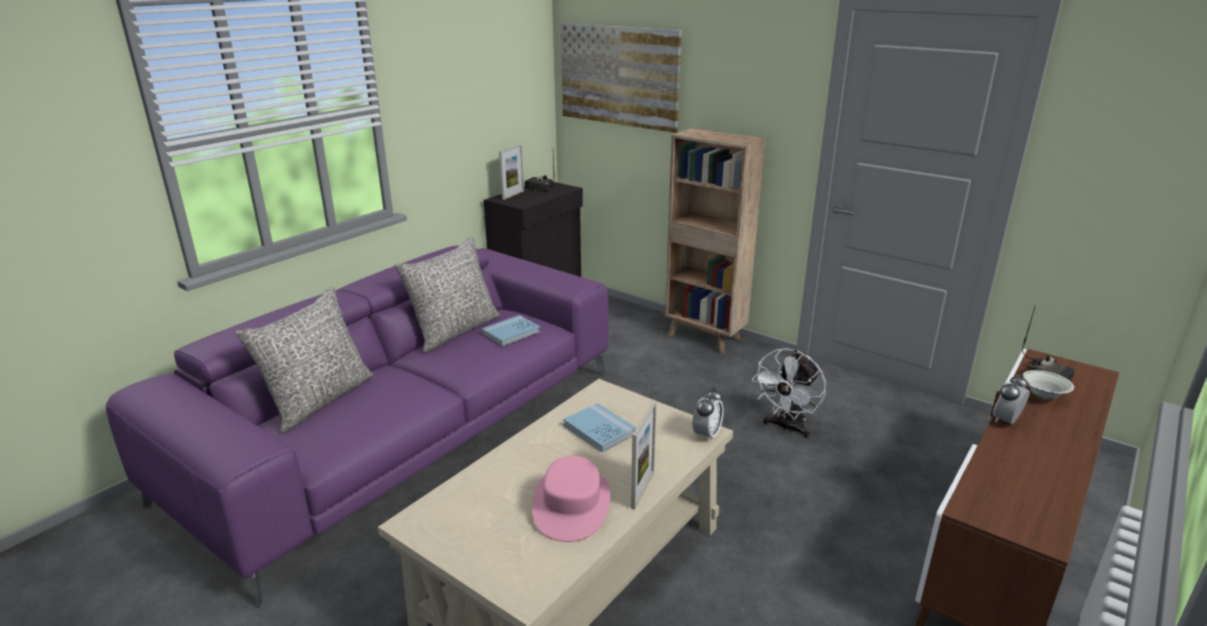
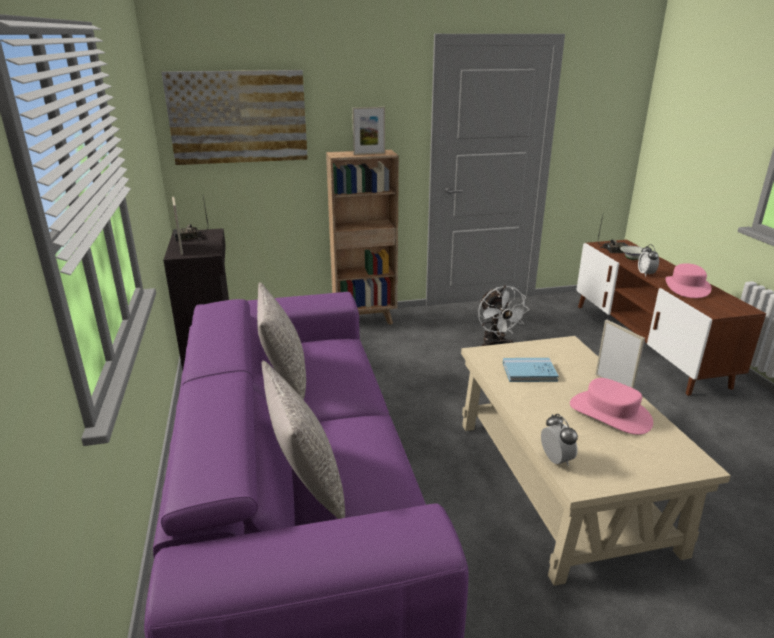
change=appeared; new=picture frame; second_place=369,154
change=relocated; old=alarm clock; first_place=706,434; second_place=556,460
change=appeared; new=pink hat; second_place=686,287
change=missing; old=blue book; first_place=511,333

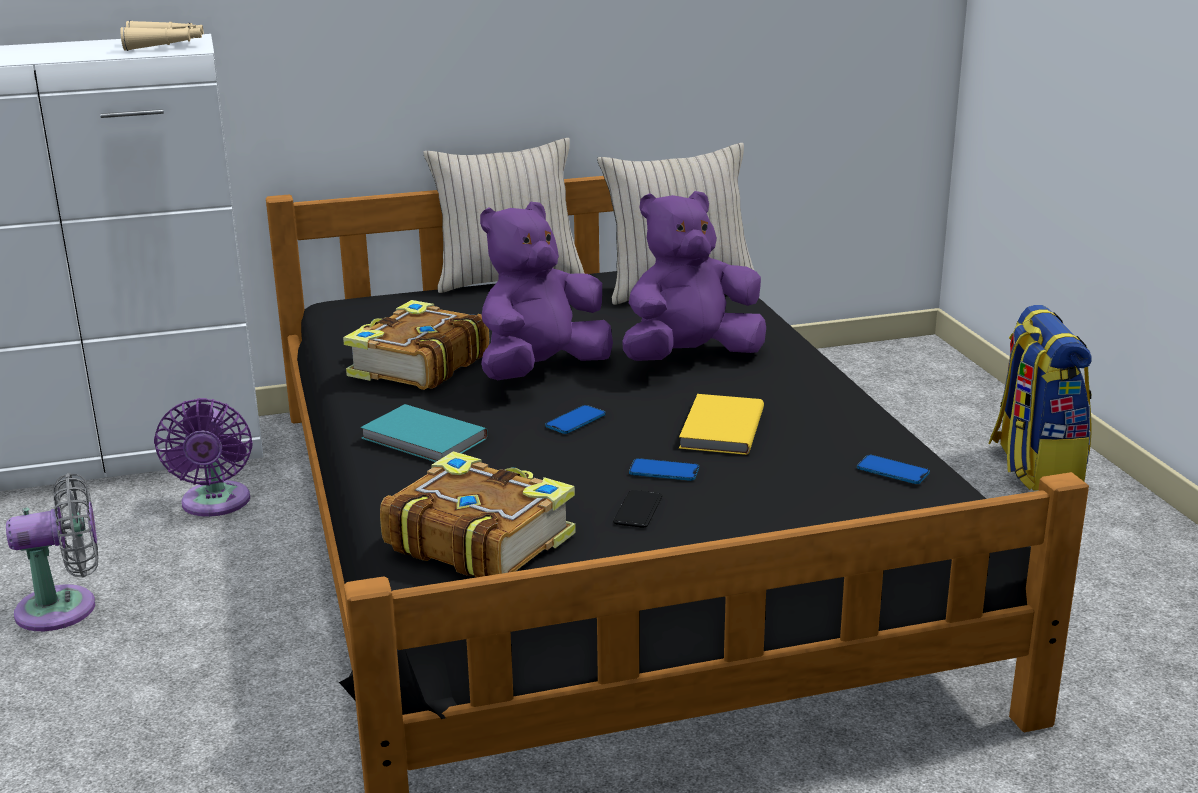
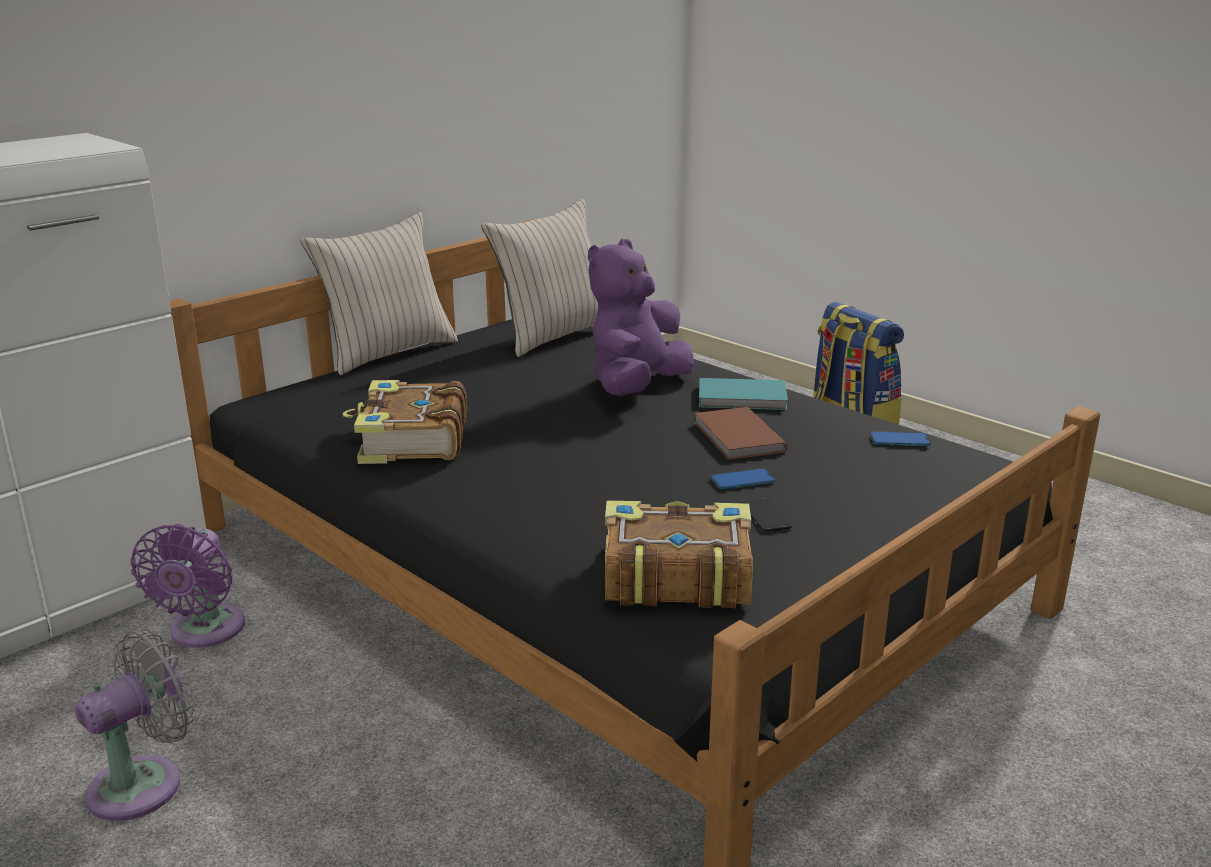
change=spun; old=purple fan; first_place=215,504; second_place=204,632; degrees=45
change=colour; old=yellow book; new=brown book; first_place=719,429; second_place=737,438
change=relocated; old=turquoise book; first_place=423,439; second_place=743,398
change=missing; old=beige binoculars; first_place=165,45
change=missing; old=purple plush toy; first_place=541,371
change=missing; old=phone; first_place=575,421

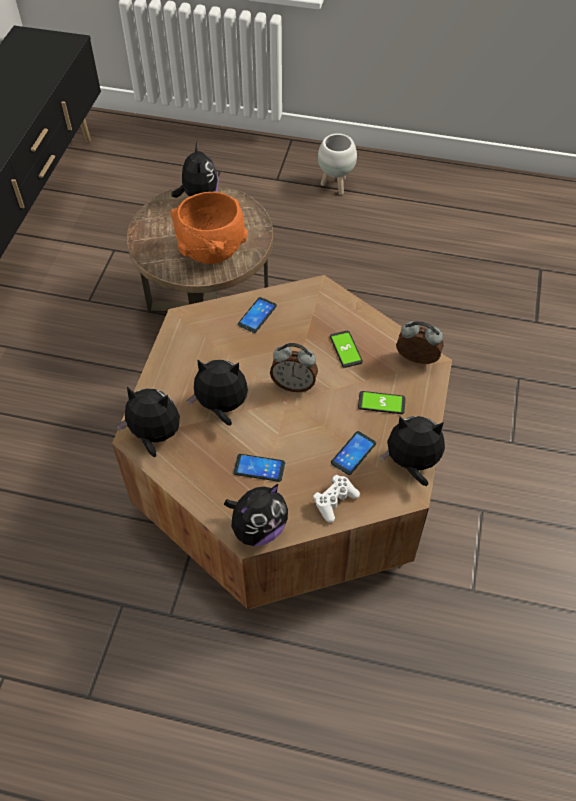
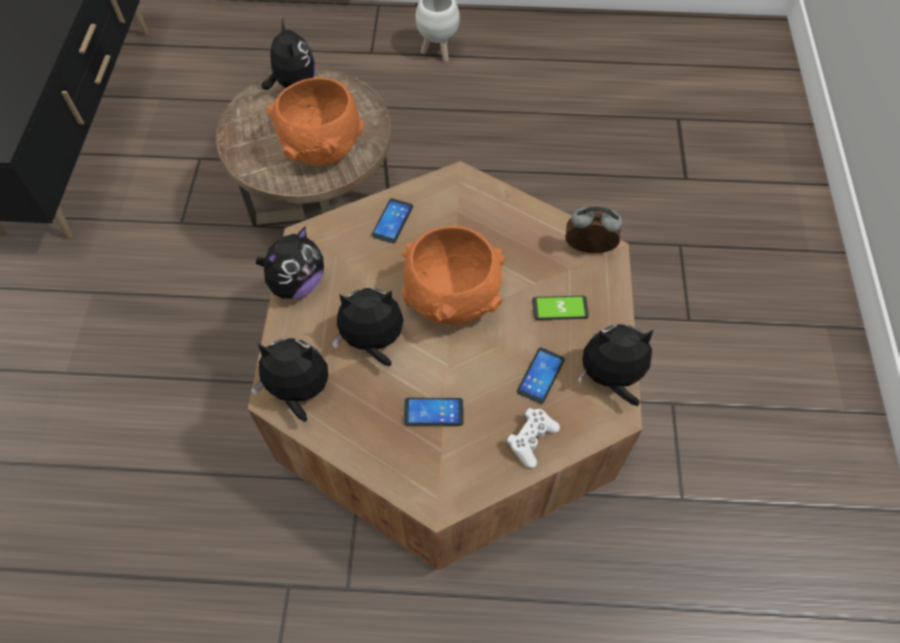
change=relocated; old=plush toy; first_place=258,528; second_place=296,284
change=exchanged; old=alarm clock; new=orange bowl; first_place=294,384; second_place=453,300
change=missing; old=phone; first_place=346,349

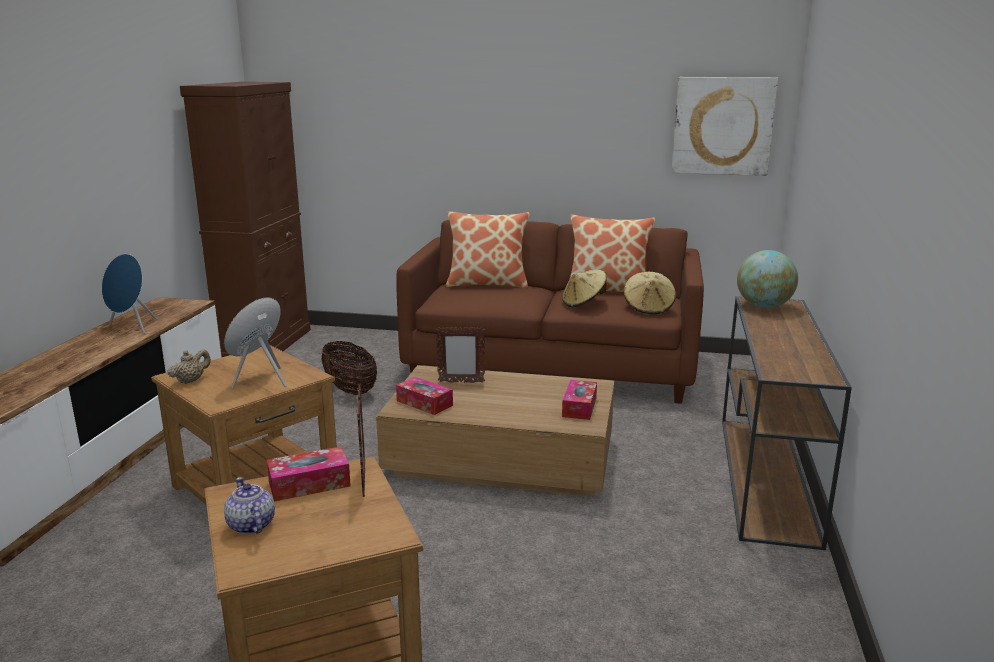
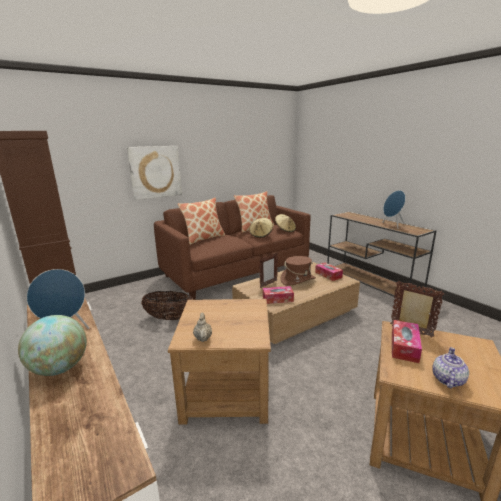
change=relocated; old=globe; first_place=763,306; second_place=60,368
change=relocated; old=picture; first_place=722,126; second_place=155,172
change=appeared; new=brown hat; second_place=298,280
change=relocated; old=blue speaker; first_place=261,380; second_place=392,225
change=spun; old=teapot; first_place=251,526; second_place=447,379; degrees=105

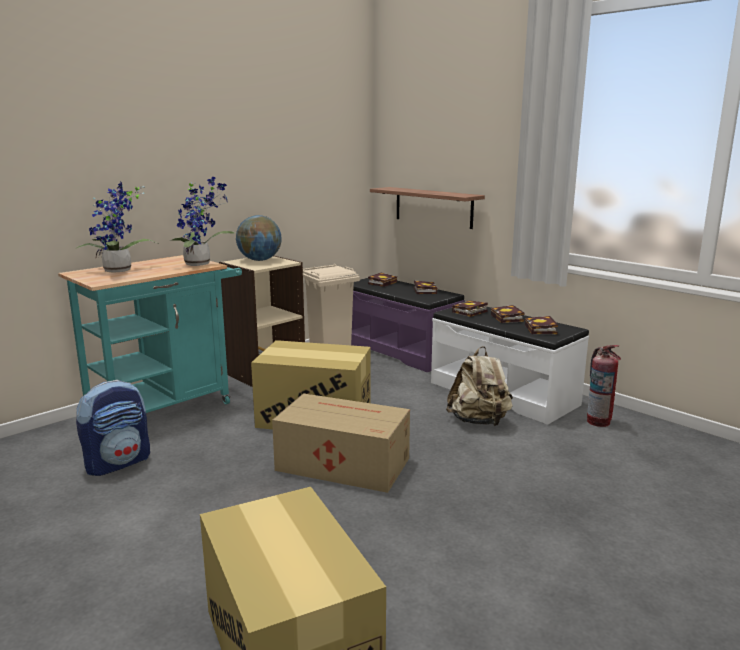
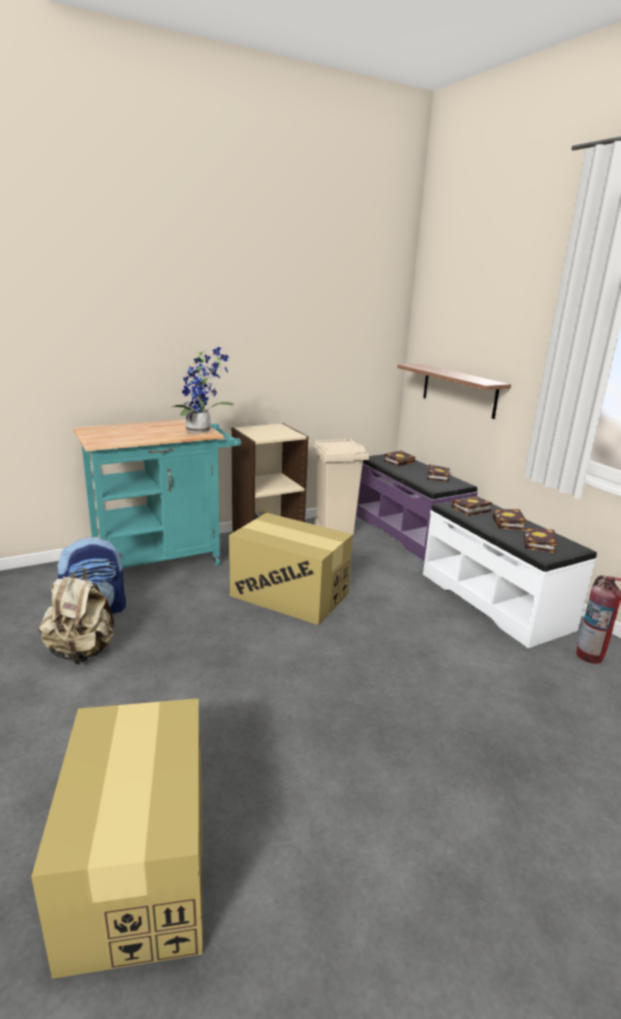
change=relocated; old=beige backpack; first_place=479,421; second_place=82,652
change=missing; old=potted plant; first_place=119,271
change=missing; old=globe; first_place=259,260
change=missing; old=cardboard box; first_place=341,463

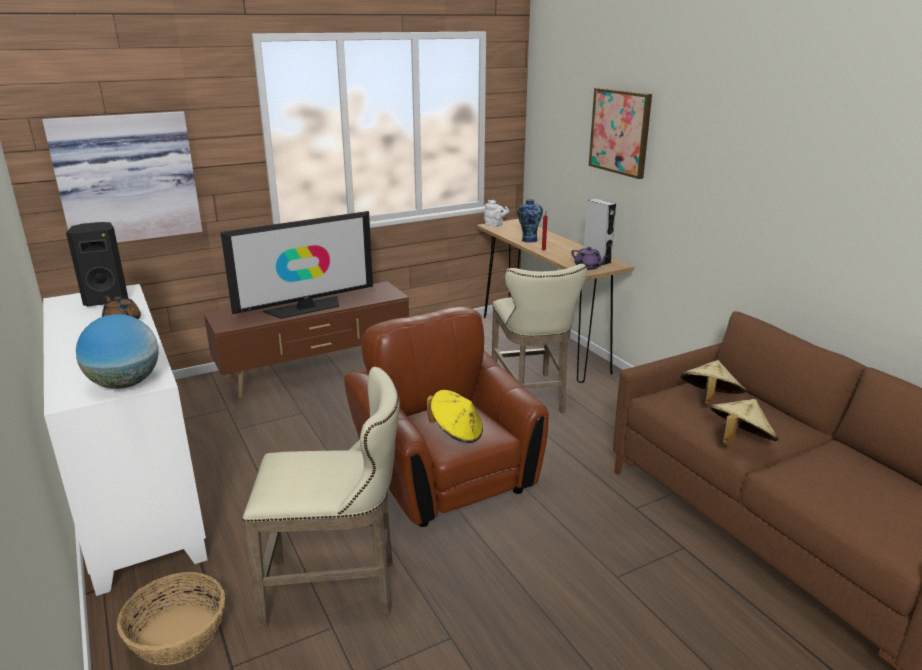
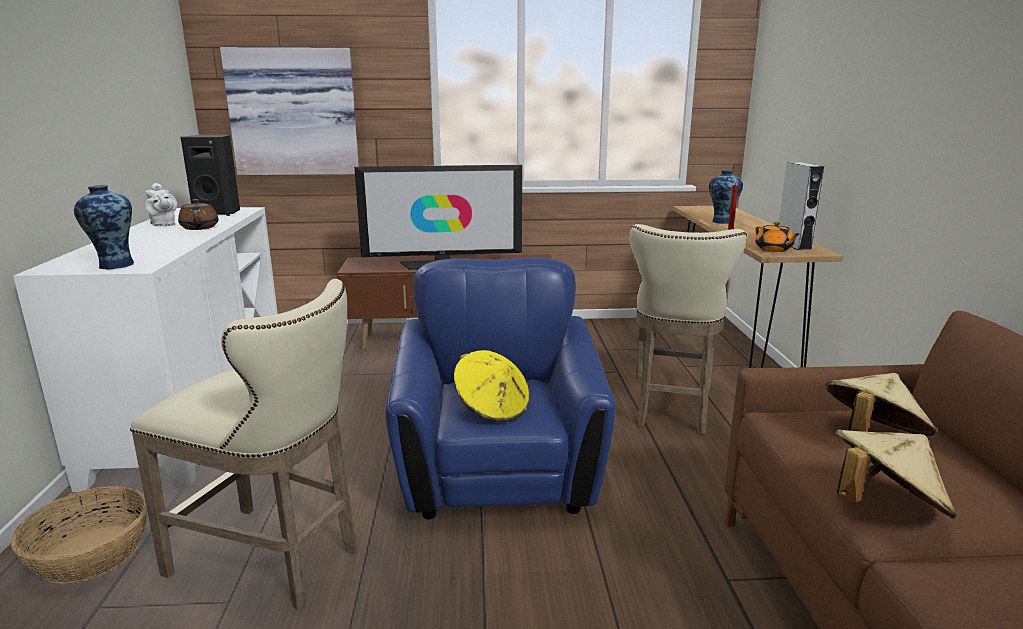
change=exchanged; old=globe; new=vase; first_place=125,384; second_place=115,265
change=relocated; old=white teapot; first_place=495,225; second_place=163,225
change=colour; old=brown armchair; new=blue armchair; first_place=445,476; second_place=498,470
change=colour; old=purple teapot; new=orange teapot; first_place=588,267; second_place=773,249
change=missing; old=picture; first_place=620,132

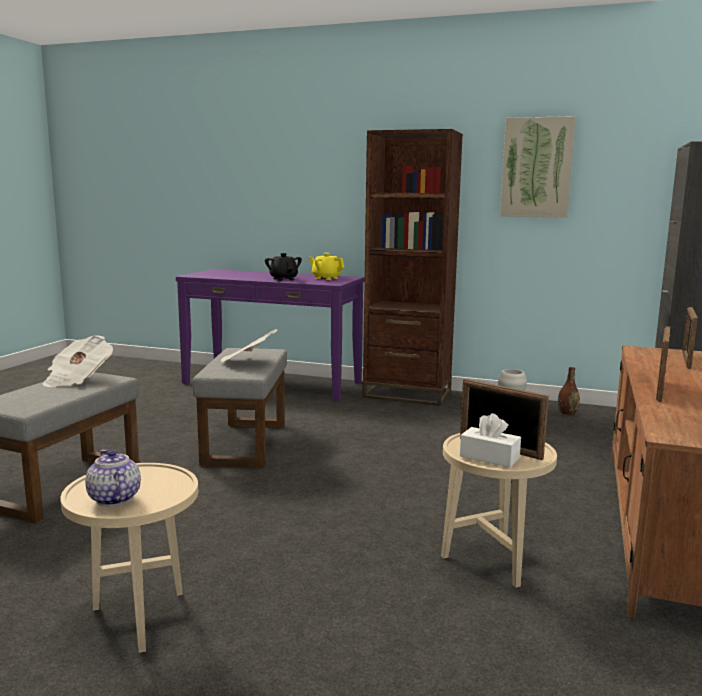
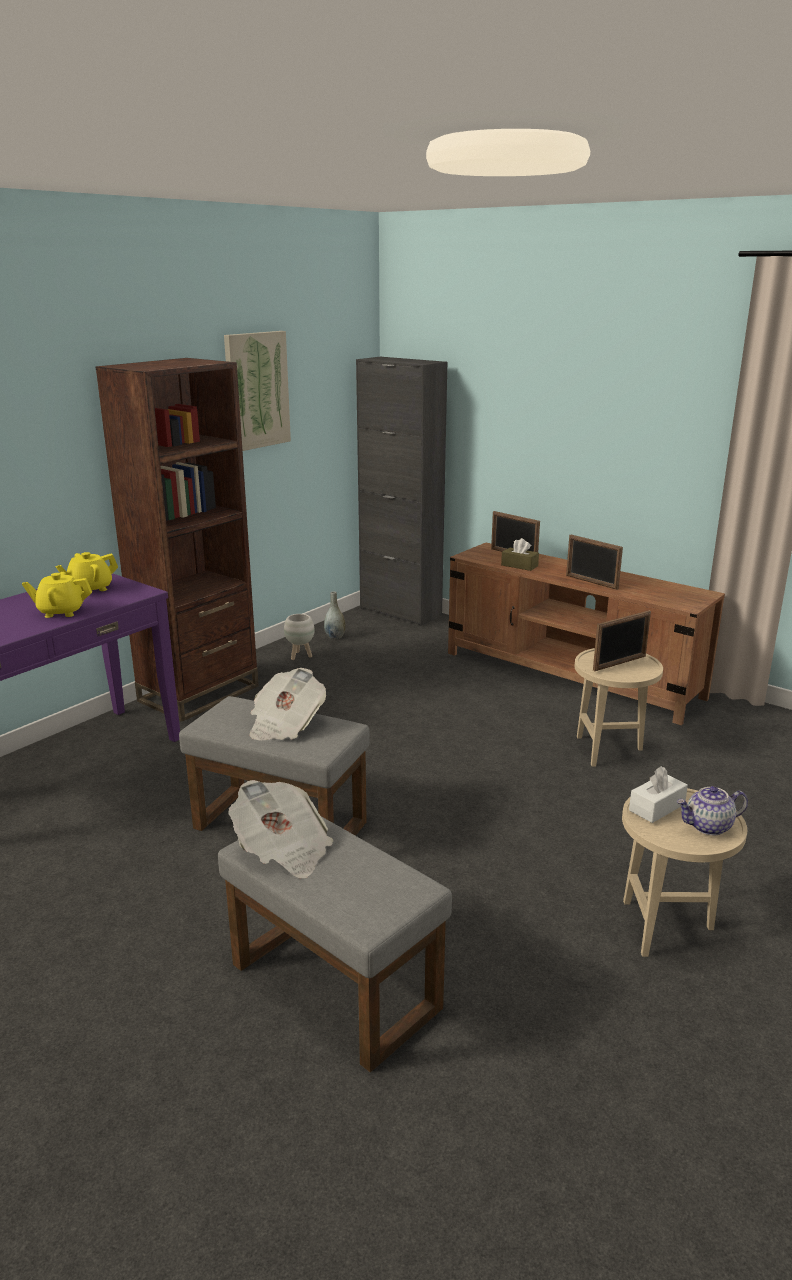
change=colour; old=black teapot; new=yellow teapot; first_place=283,279; second_place=61,612
change=colour; old=brown vase; new=grey vase; first_place=567,413; second_place=335,637
change=appeared; new=brown tissue box; second_place=519,565
change=relocated; old=white tissue box; first_place=489,457; second_place=657,807

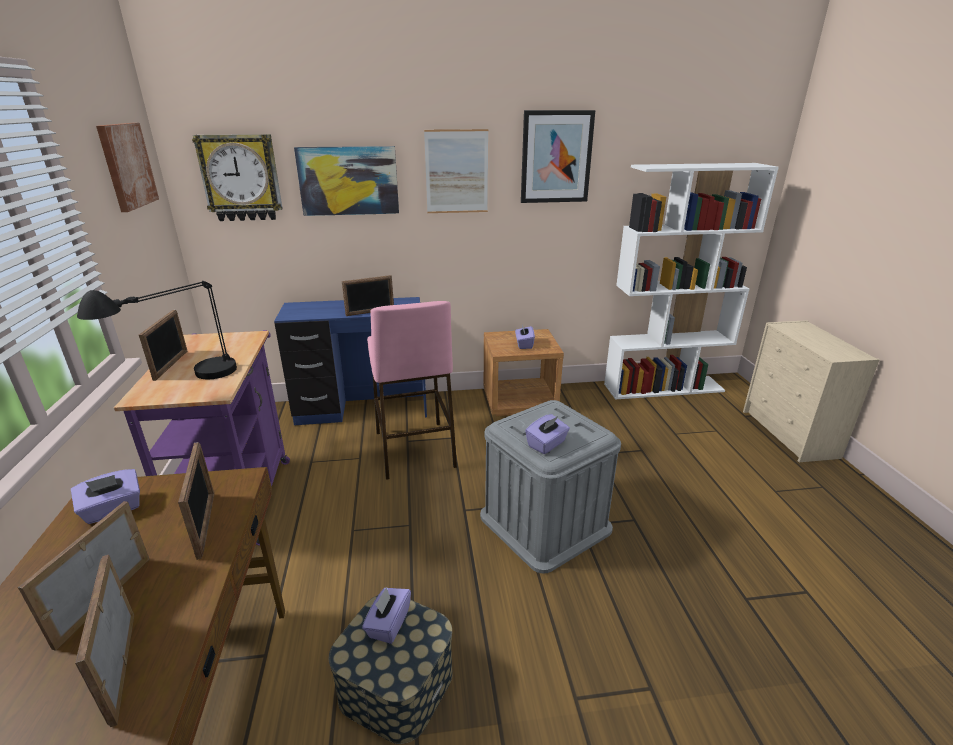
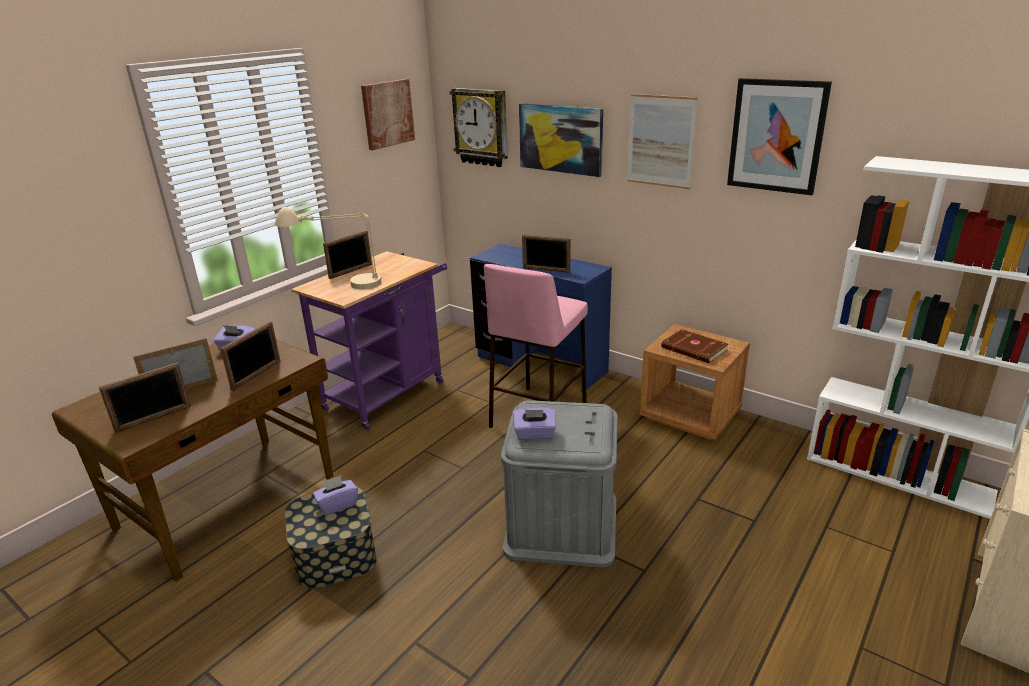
change=spun; old=picture frame; first_place=122,666; second_place=154,419; degrees=-150
change=colour; old=black table lamp; new=beige table lamp; first_place=182,383; second_place=338,285
change=exchanged; old=purple tissue box; new=brown book; first_place=524,344; second_place=694,349

